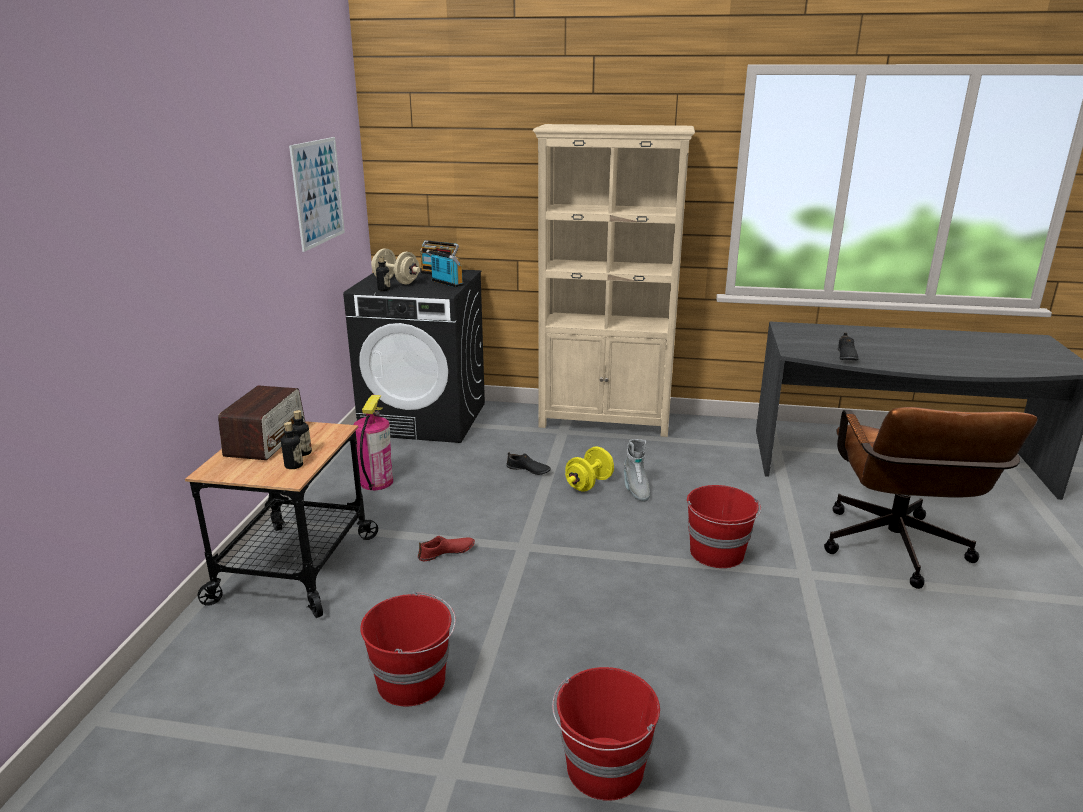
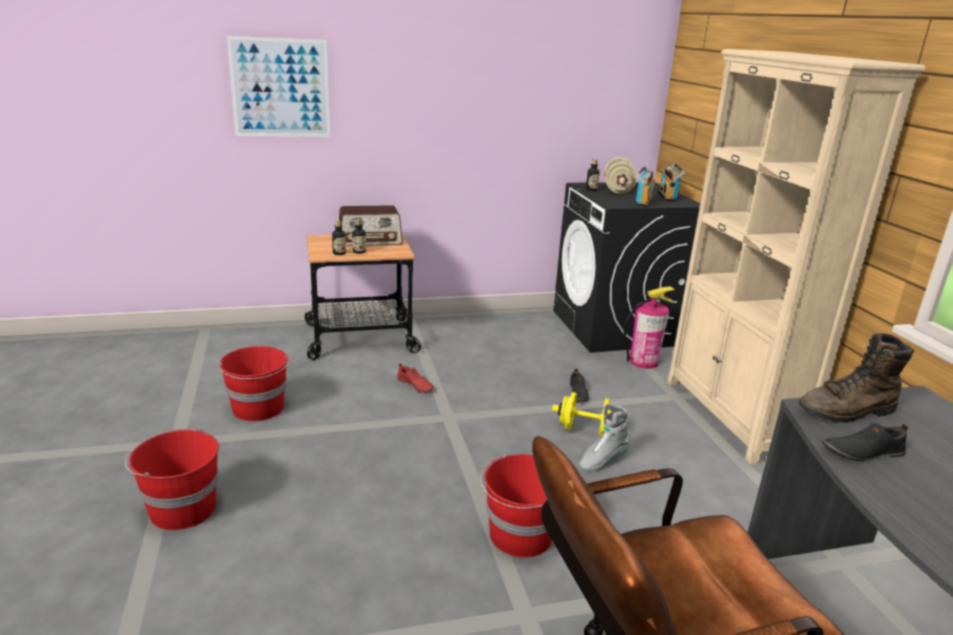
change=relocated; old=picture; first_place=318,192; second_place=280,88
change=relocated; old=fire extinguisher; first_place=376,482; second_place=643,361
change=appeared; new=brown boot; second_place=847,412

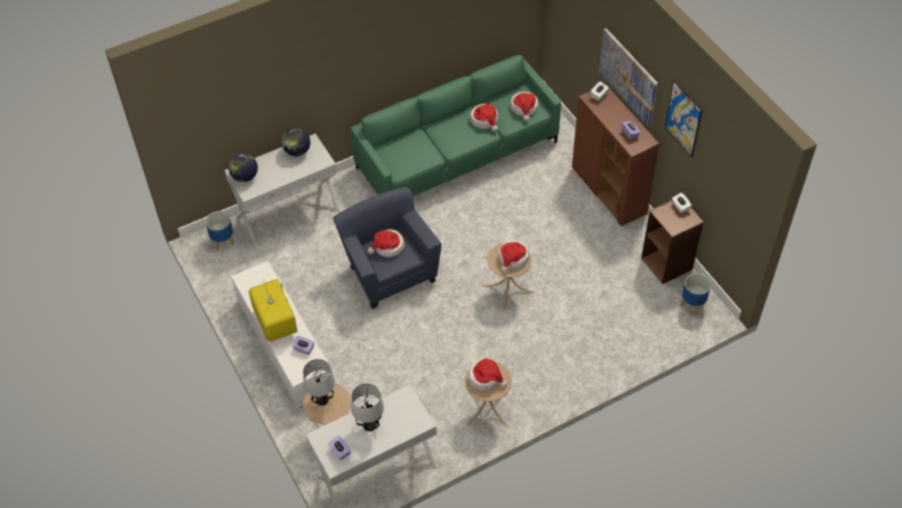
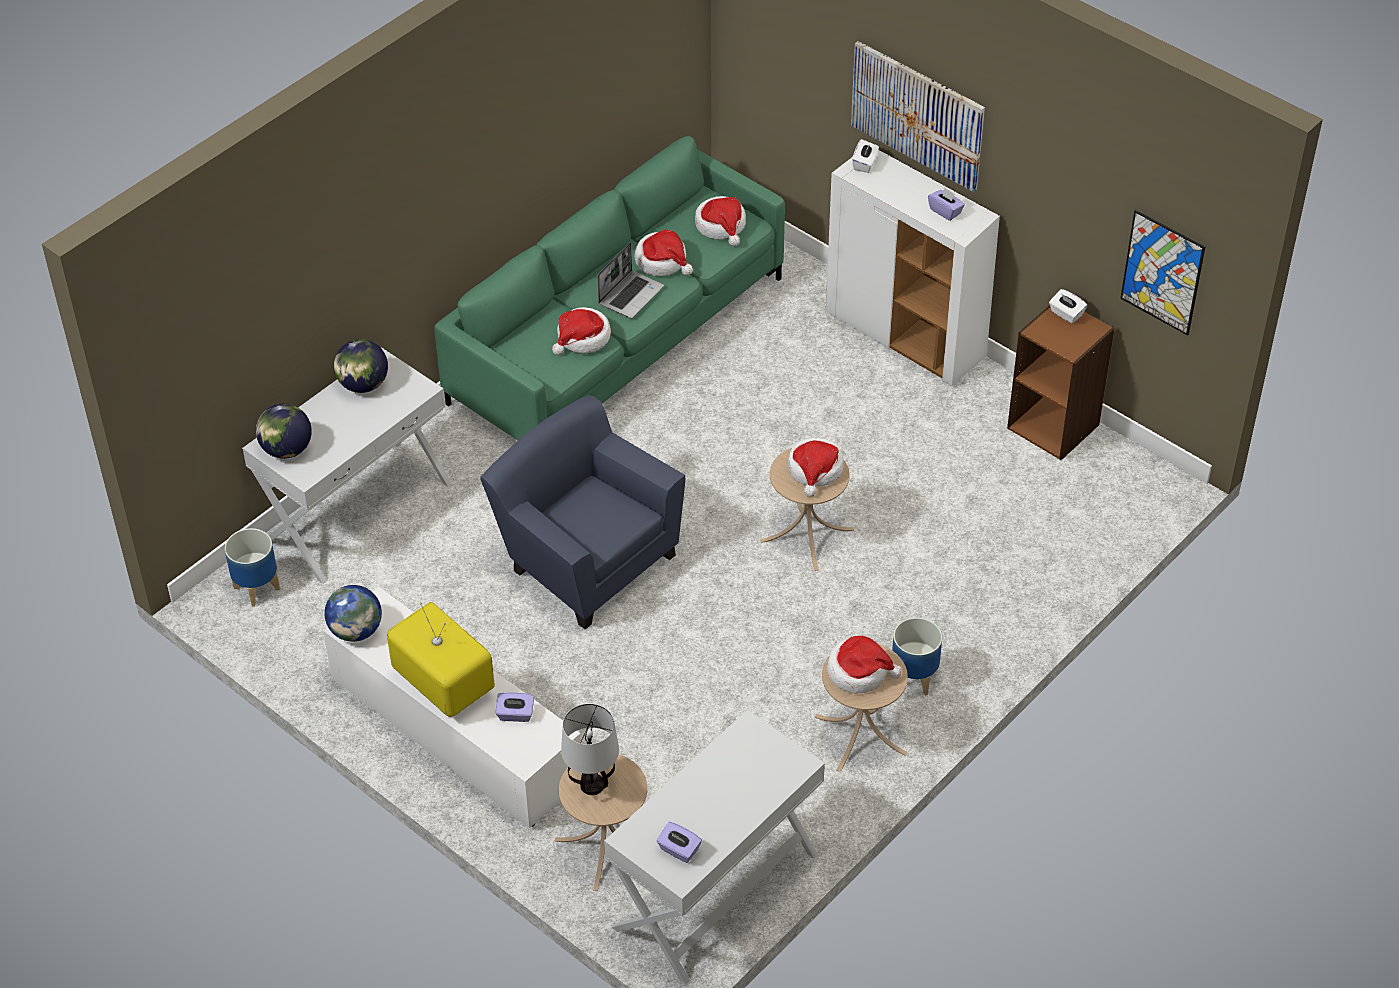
change=appeared; new=globe; second_place=356,631
change=relocated; old=hat; first_place=388,247; second_place=582,338
change=appeared; new=laptop; second_place=631,295
change=colour; old=brown cabinet; new=white cabinet; first_place=609,191; second_place=906,336
change=relocated; old=planter; first_place=693,304; second_place=914,678
change=relocated; old=picture; first_place=683,118; second_place=1162,272
change=missing; old=table lamp; first_place=369,425

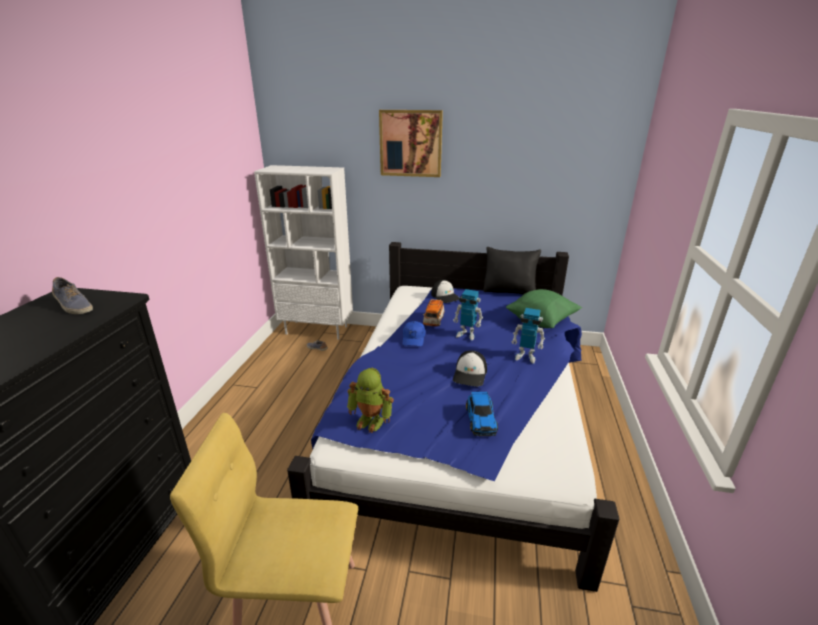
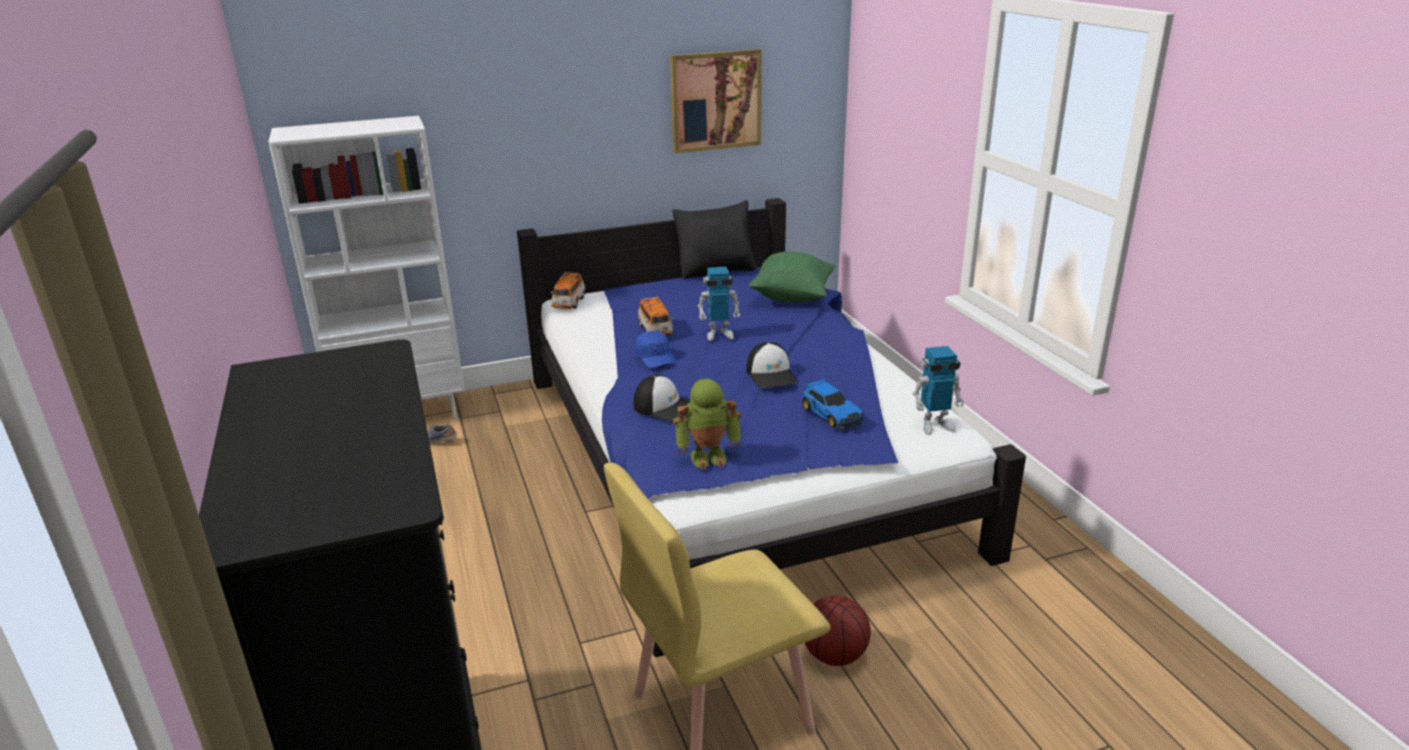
change=appeared; new=toy car; second_place=569,303
change=relocated; old=cap; first_place=445,296; second_place=666,407
change=relocated; old=picture; first_place=410,143; second_place=715,100
change=appeared; new=basketball; second_place=834,656
change=relocated; old=toy robot; first_place=525,356; second_place=935,425
change=missing; old=shoe; first_place=73,306

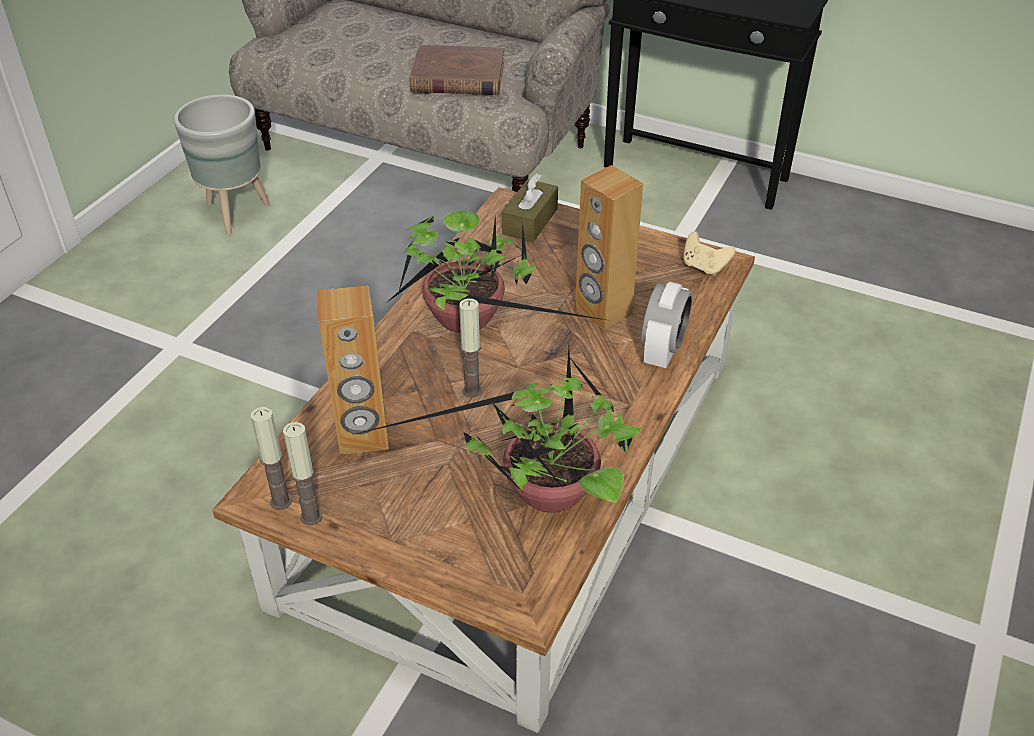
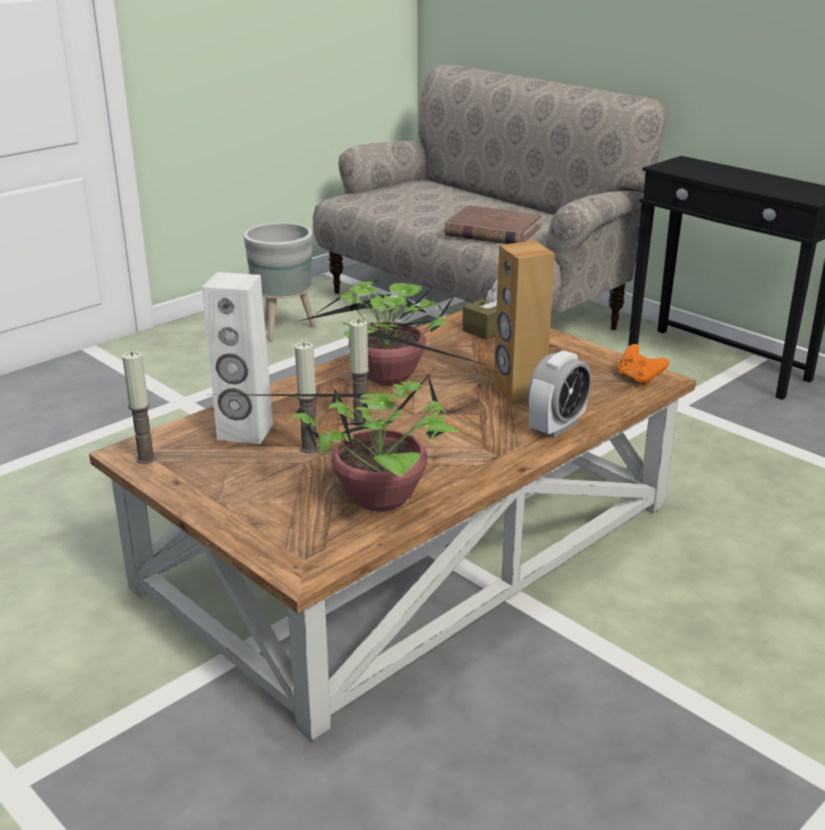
change=colour; old=brown speaker; new=white speaker; first_place=363,436; second_place=245,432
change=relocated; old=candle; first_place=311,516; second_place=309,448
change=colour; old=beige game controller; new=orange game controller; first_place=704,267; second_place=639,379

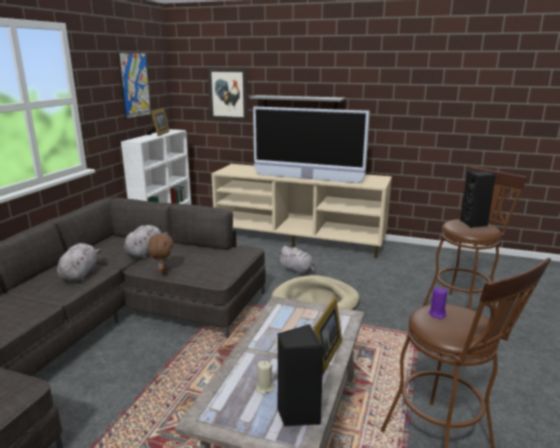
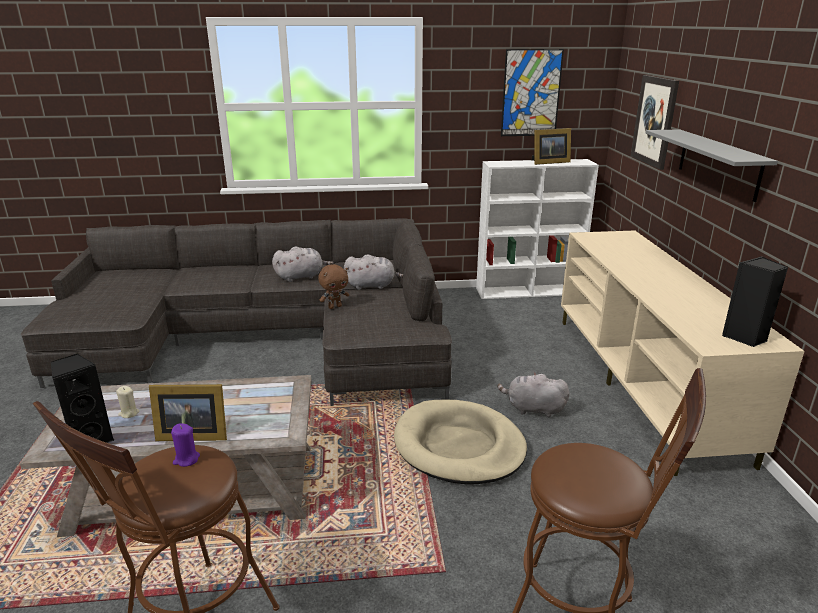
change=spun; old=grey plush toy; first_place=297,271; second_place=533,409; degrees=90
change=relocated; old=black speaker; first_place=474,224; second_place=745,338
change=missing; old=television; first_place=307,179

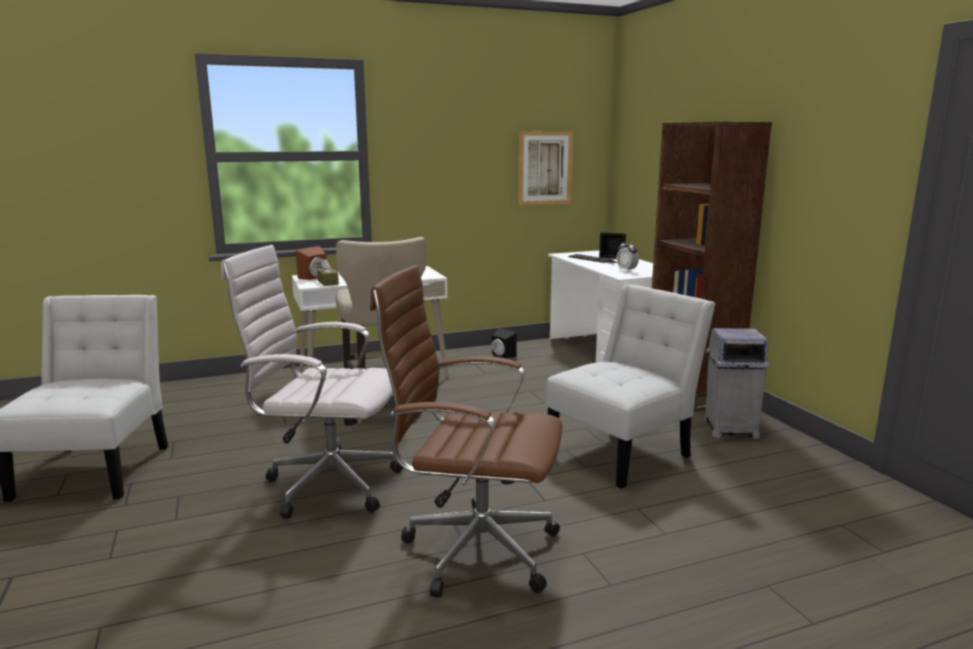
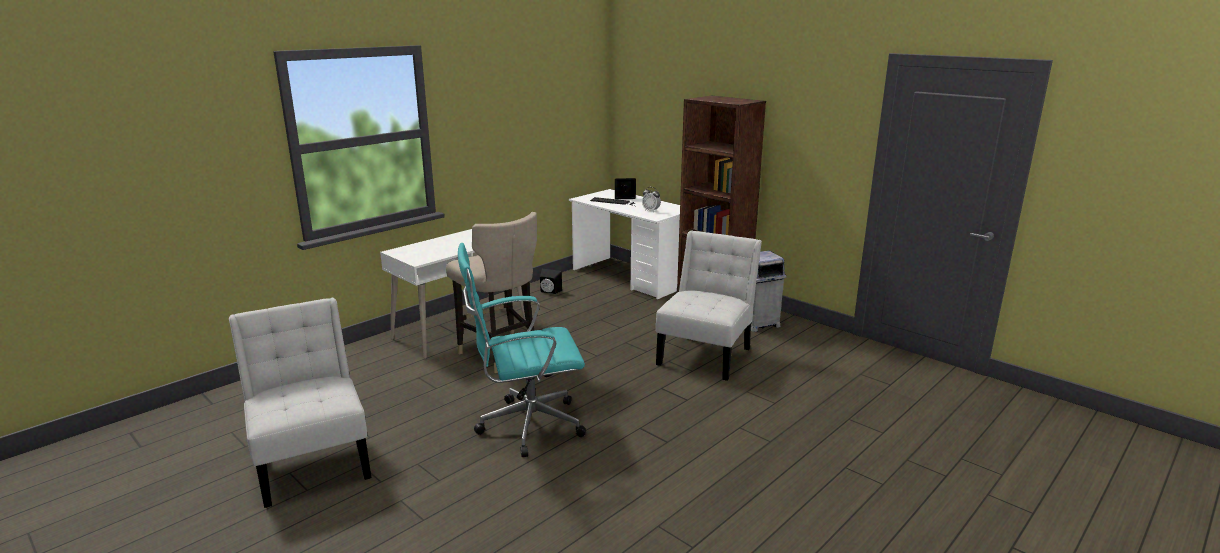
change=colour; old=white office chair; new=turquoise office chair; first_place=326,484; second_place=526,426
change=missing; old=brown speaker; first_place=315,277
change=missing; old=brown tissue box; first_place=328,282
change=missing; old=brown office chair; first_place=473,550
change=missing; old=picture; first_place=545,168

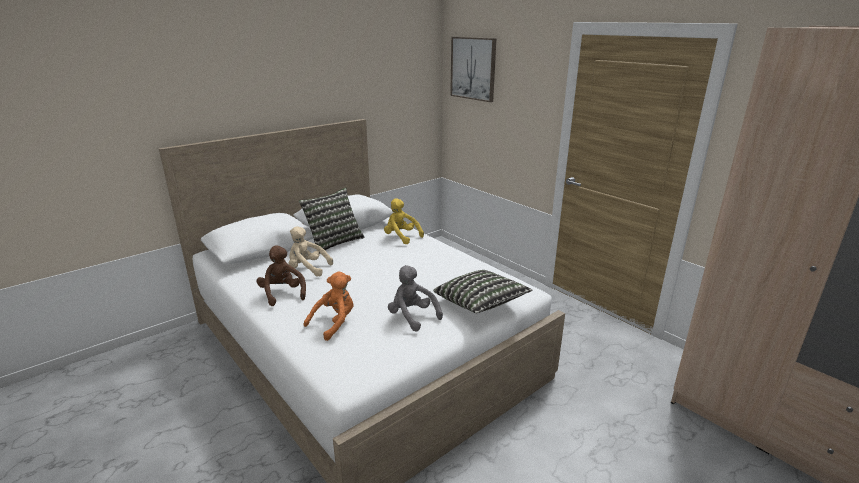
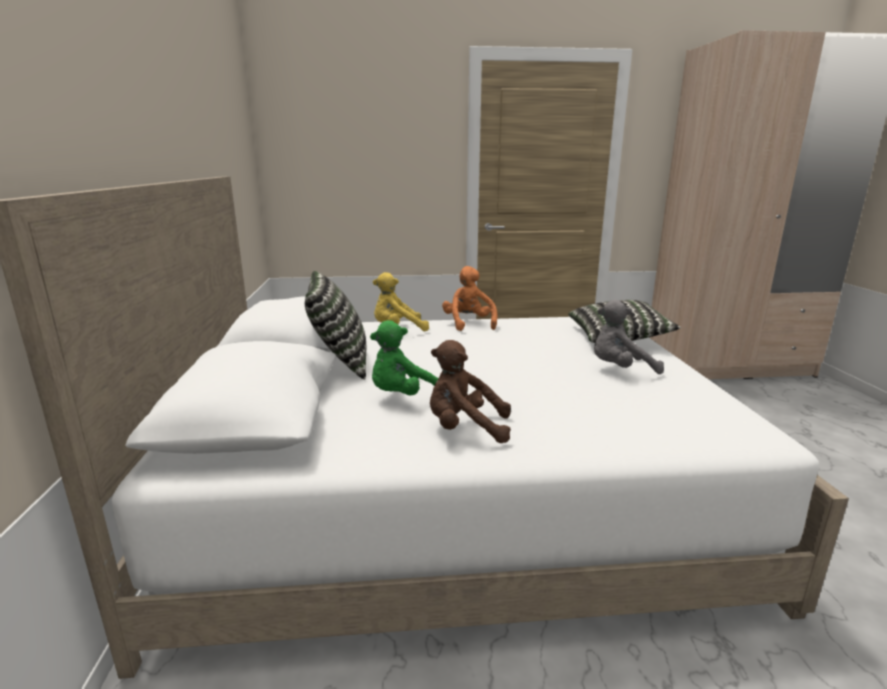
change=colour; old=beige plush toy; new=green plush toy; first_place=307,269; second_place=403,396
change=relocated; old=orange plush toy; first_place=334,323; second_place=468,324
change=missing; old=picture; first_place=473,68

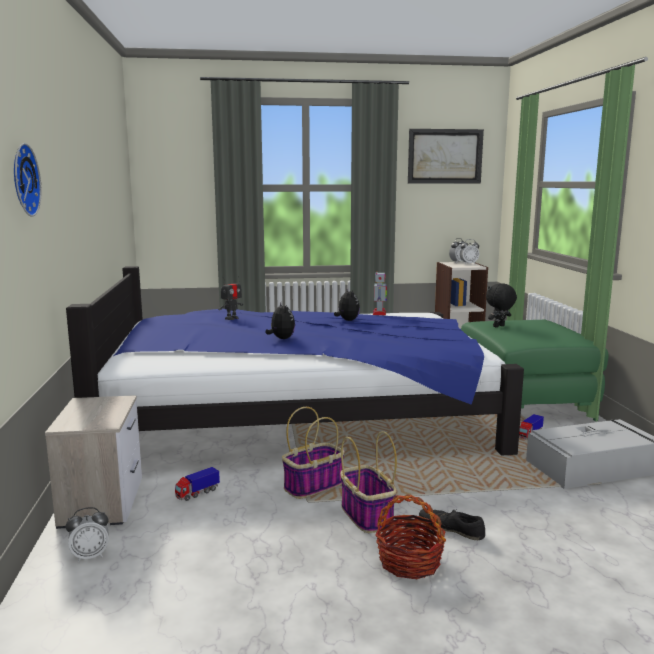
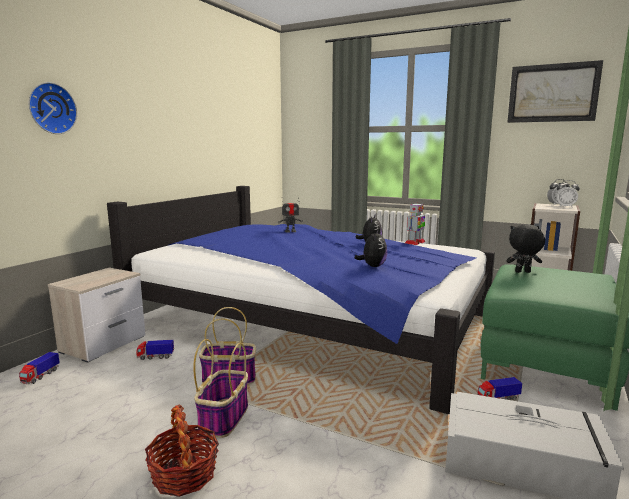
change=exchanged; old=alarm clock; new=toy truck; first_place=90,556; second_place=40,376
change=relocated; old=plush toy; first_place=281,339; second_place=372,266
change=missing; old=black shoe; first_place=451,528

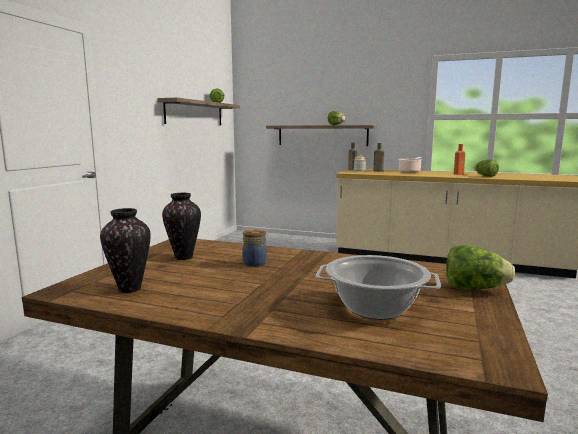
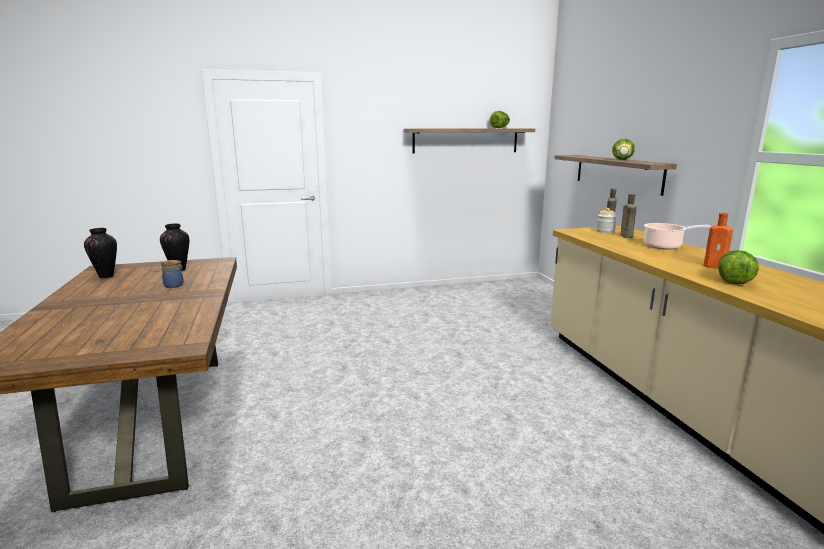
change=missing; old=cooking pot; first_place=375,308
change=missing; old=lettuce; first_place=474,289

